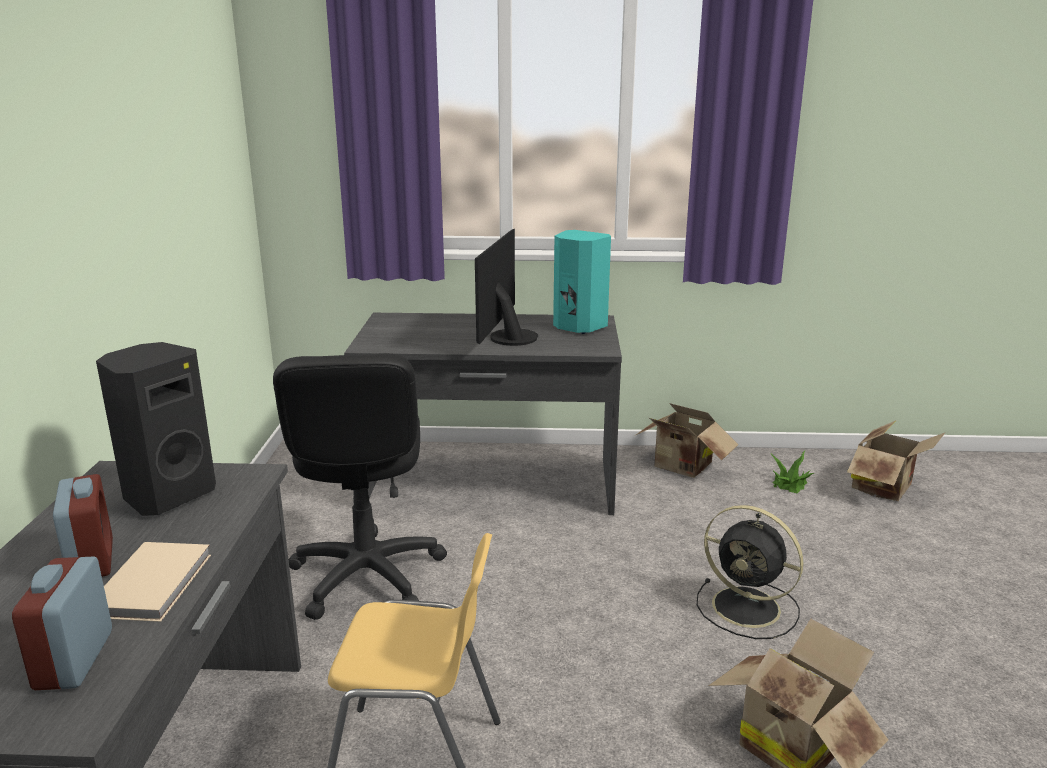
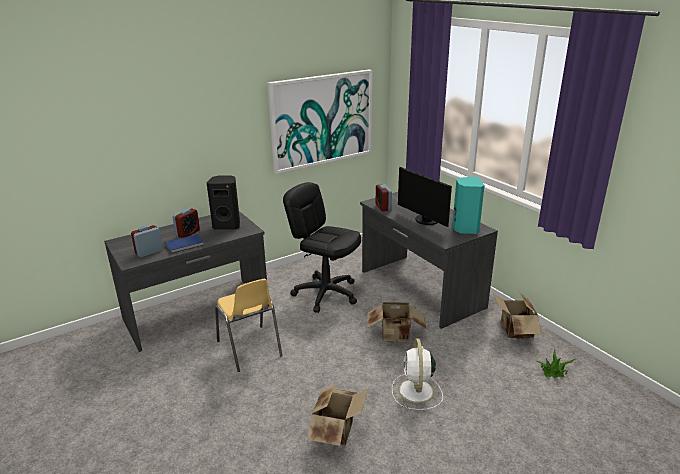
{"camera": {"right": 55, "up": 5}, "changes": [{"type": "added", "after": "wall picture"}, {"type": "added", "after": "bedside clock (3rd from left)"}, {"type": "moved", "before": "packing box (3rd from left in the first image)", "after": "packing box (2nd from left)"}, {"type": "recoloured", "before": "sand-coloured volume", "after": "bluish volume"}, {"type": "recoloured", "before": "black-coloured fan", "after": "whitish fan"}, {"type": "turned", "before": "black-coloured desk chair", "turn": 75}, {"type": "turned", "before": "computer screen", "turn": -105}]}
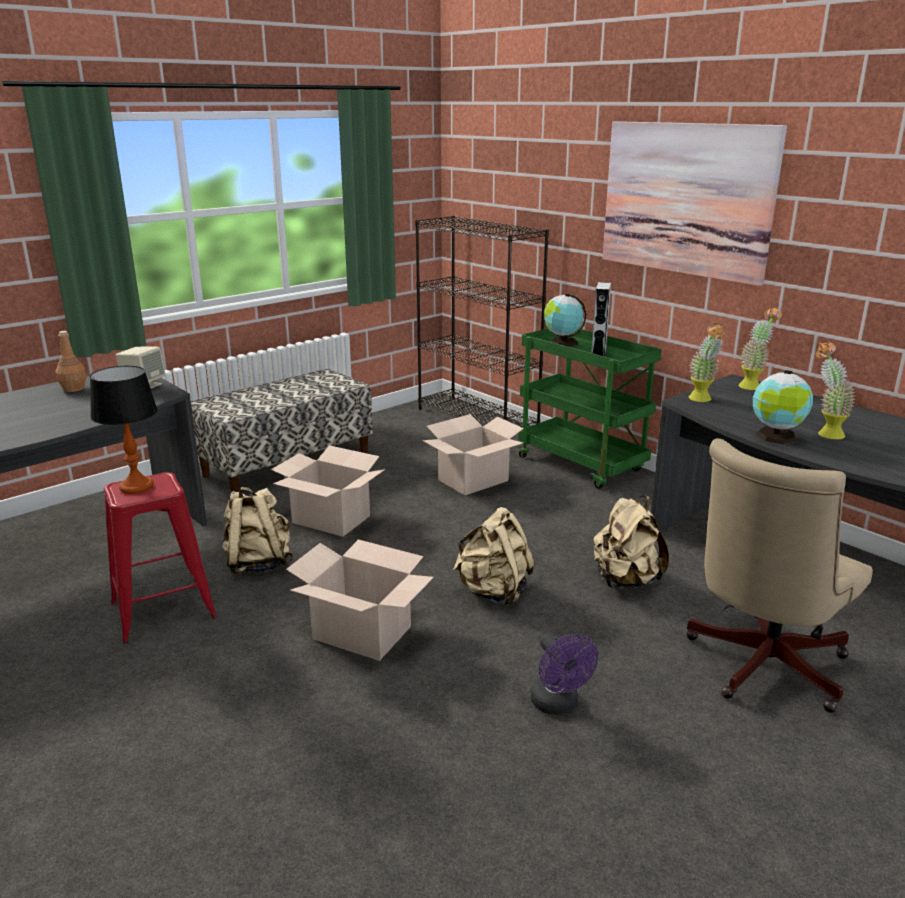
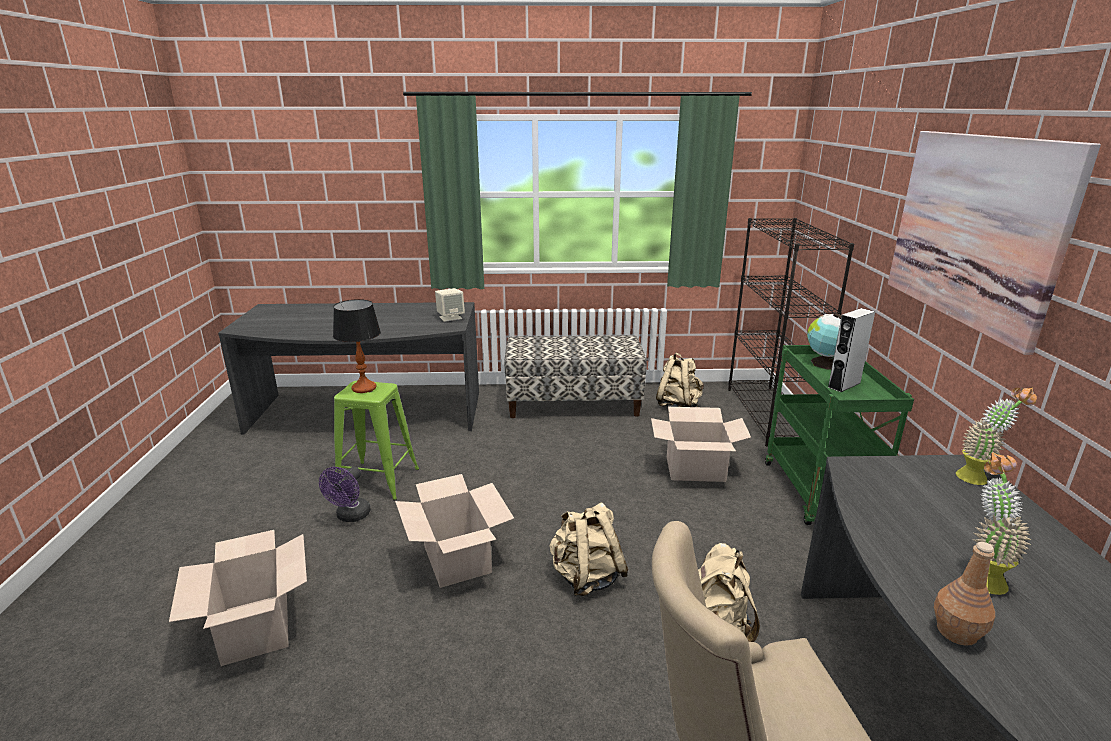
{"camera": {"right": 40, "up": 0}, "changes": [{"type": "removed", "before": "plant in a pot (1st from left)"}, {"type": "removed", "before": "desk globe (2nd from left)"}, {"type": "moved", "before": "brown bottle"}, {"type": "moved", "before": "sand-coloured backpack (1st from left in the first image)", "after": "sand-coloured backpack (2nd from left)"}, {"type": "moved", "before": "packing box (1st from left)"}, {"type": "moved", "before": "purple-coloured fan"}, {"type": "recoloured", "before": "red-coloured sitting stool", "after": "green-coloured sitting stool"}]}
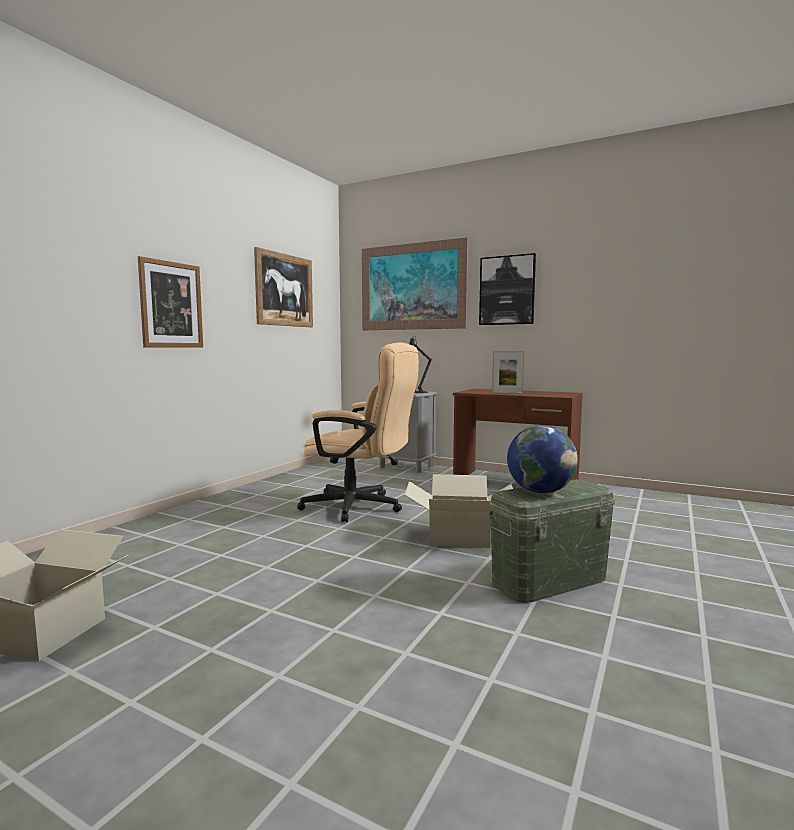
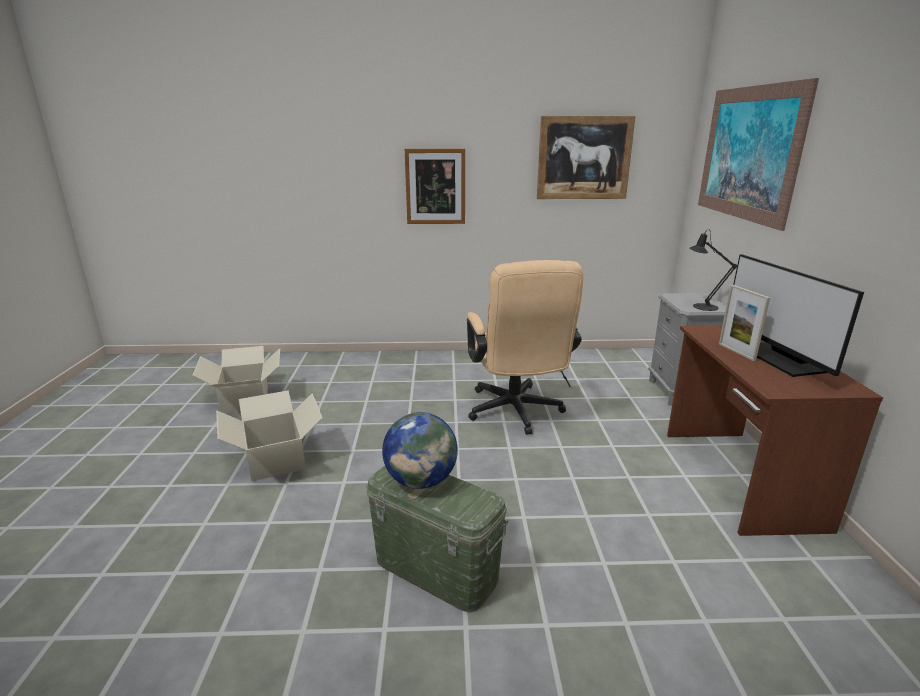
{"camera": {"right": 60, "up": 15}, "changes": [{"type": "removed", "before": "wall picture (4th from left)"}, {"type": "added", "after": "computer screen"}, {"type": "moved", "before": "packing box (2nd from left)"}]}
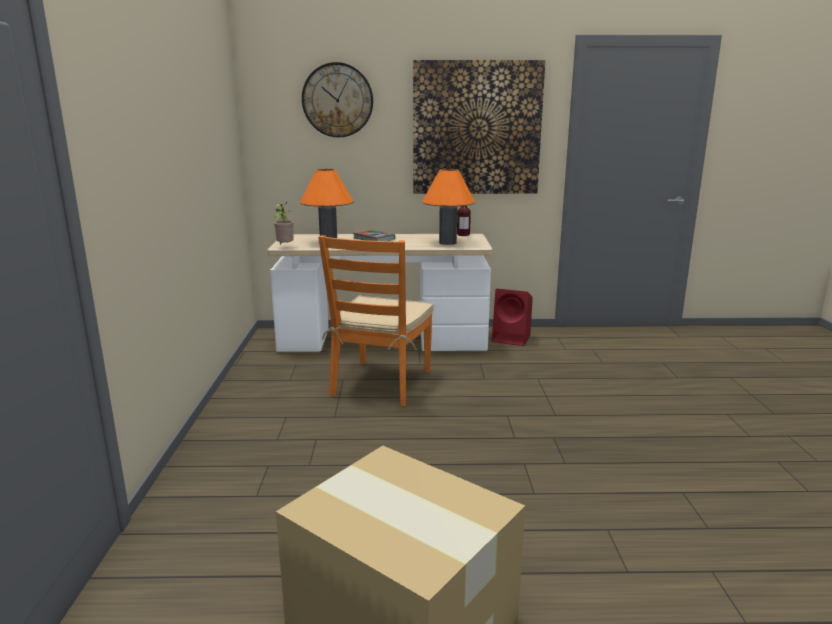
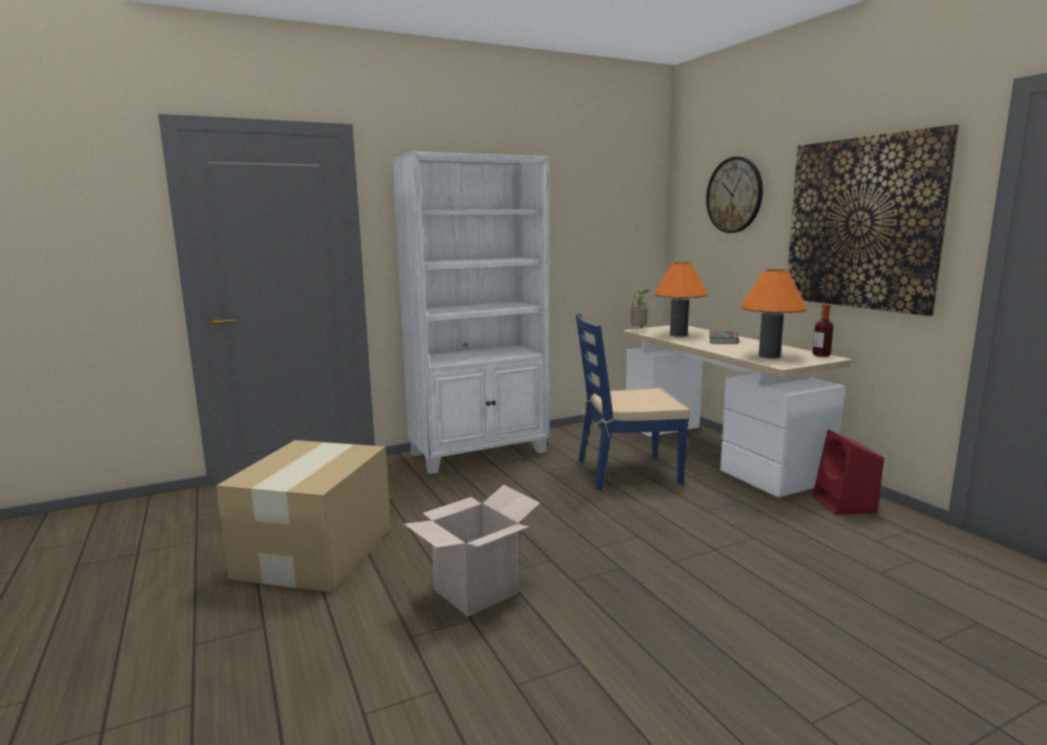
{"camera": {"right": 65, "up": -5}, "changes": [{"type": "added", "after": "whitish bookcase"}, {"type": "added", "after": "packing box (2nd from left)"}, {"type": "recoloured", "before": "orange-coloured plain chair", "after": "bluish plain chair"}]}
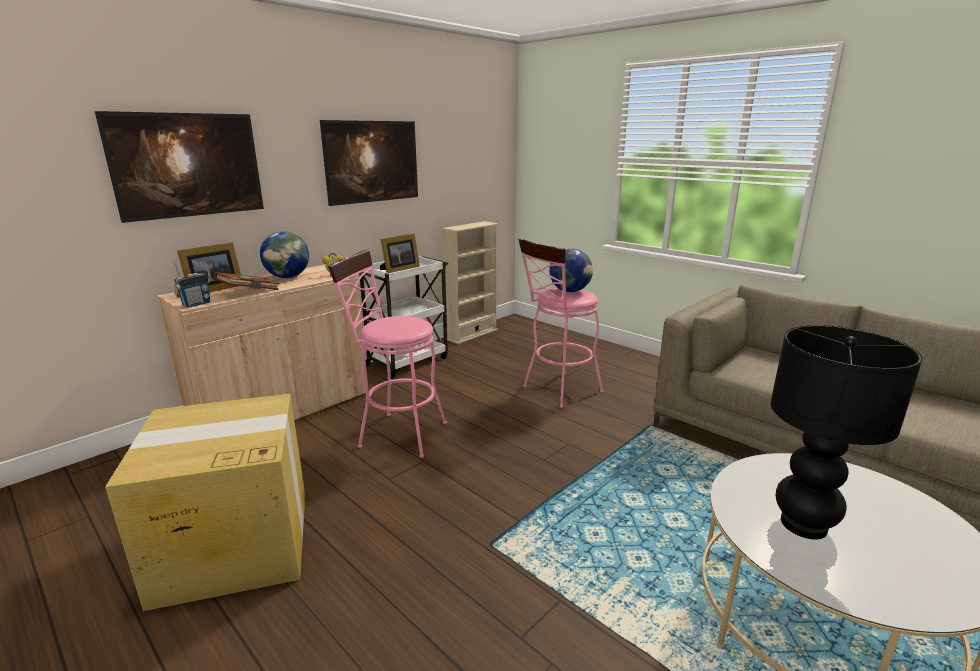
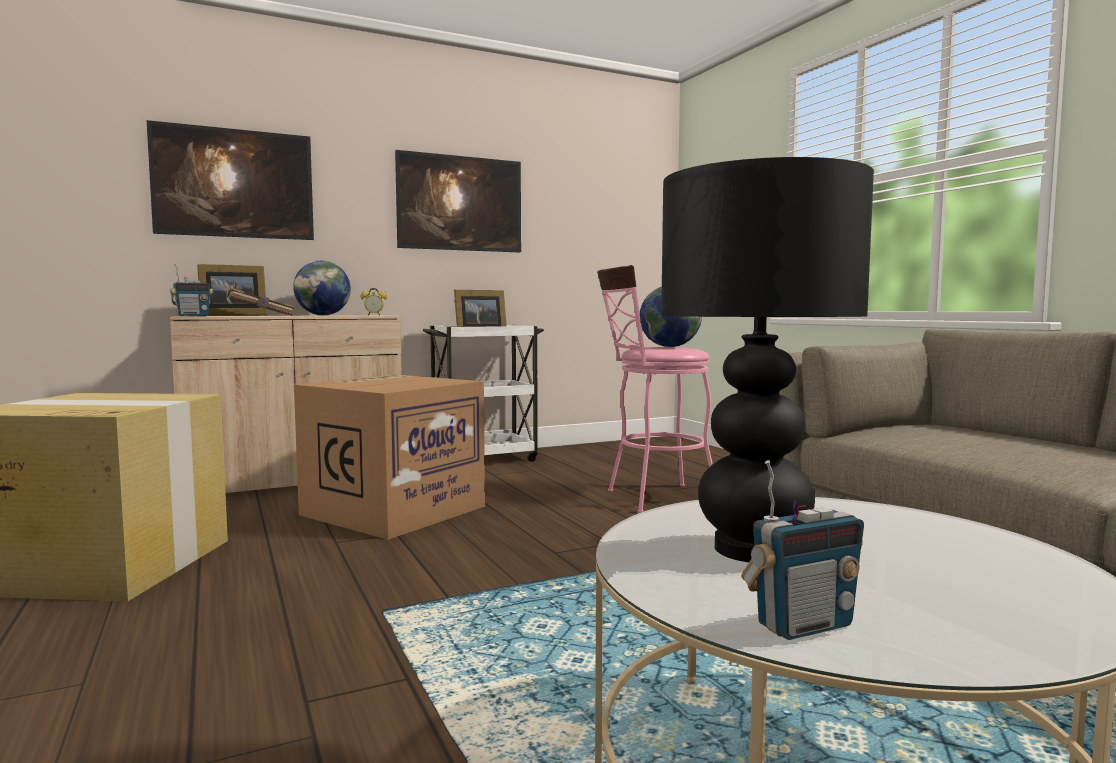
{"camera": {"right": 20, "up": -15}, "changes": [{"type": "removed", "before": "sand-coloured bookcase"}, {"type": "added", "after": "radio (2nd from left)"}, {"type": "replaced", "before": "pink-coloured sitting stool (1st from left)", "after": "packing box (2nd from left)"}]}
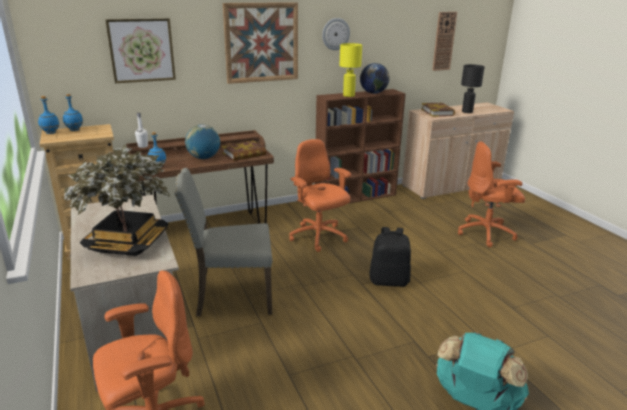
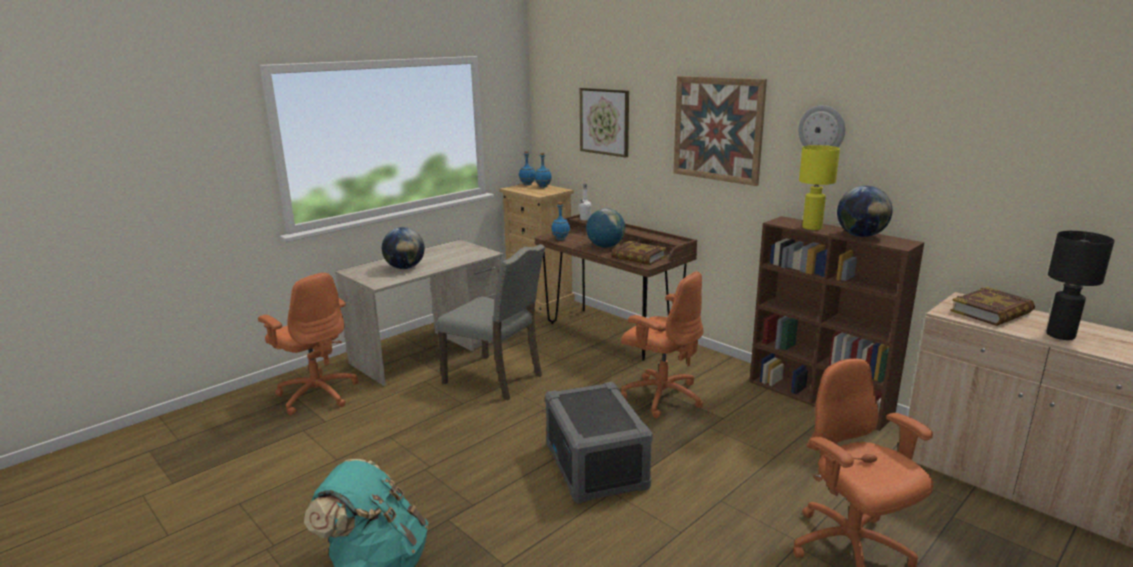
{"camera": {"right": 70, "up": -5}, "changes": [{"type": "removed", "before": "wall clock (2nd from left)"}, {"type": "replaced", "before": "plant in a pot", "after": "desk globe (1st from left)"}, {"type": "replaced", "before": "black-coloured backpack", "after": "gray storage box"}, {"type": "turned", "before": "gray plain chair", "turn": 150}, {"type": "turned", "before": "orange-coloured desk chair (2nd from left)", "turn": 90}]}
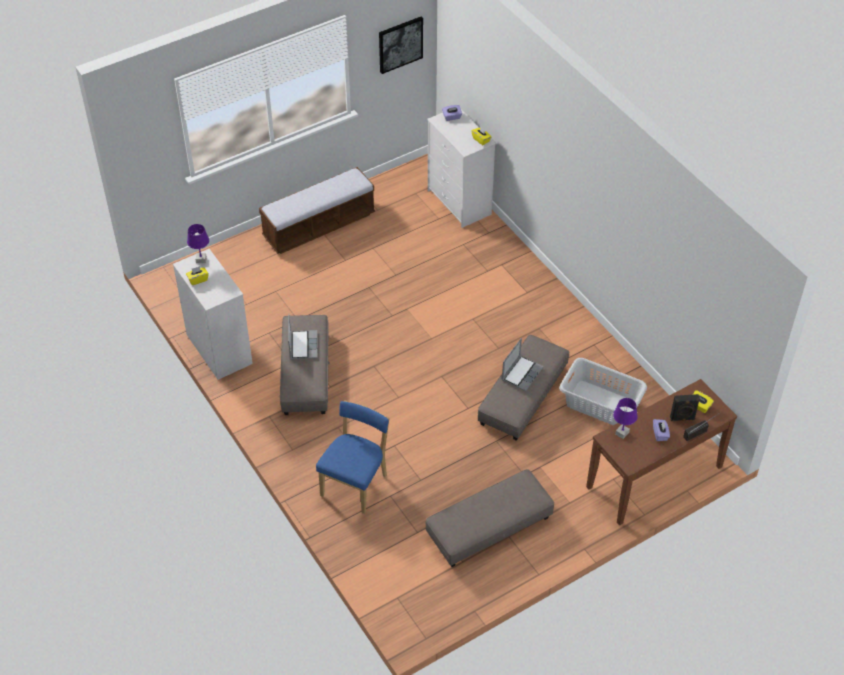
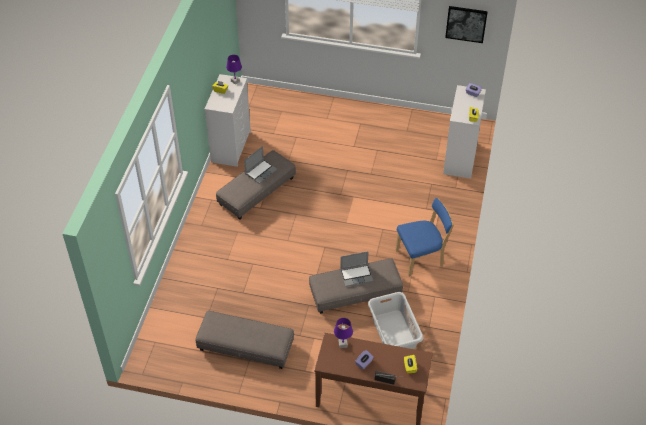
{"camera": {"right": 45, "up": 0}, "changes": [{"type": "removed", "before": "indoor bench"}, {"type": "removed", "before": "black-coloured audio speaker"}, {"type": "moved", "before": "bluish plain chair"}]}
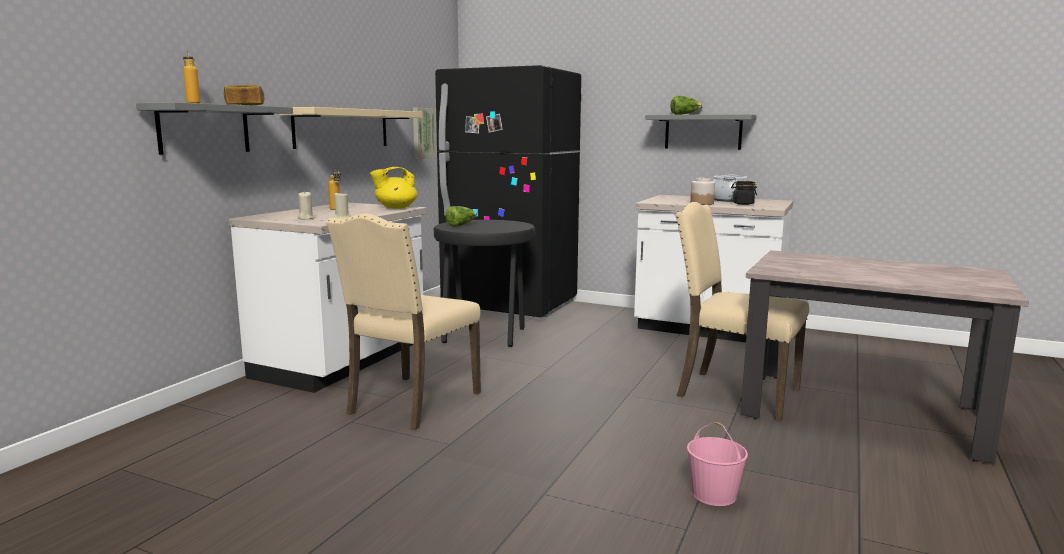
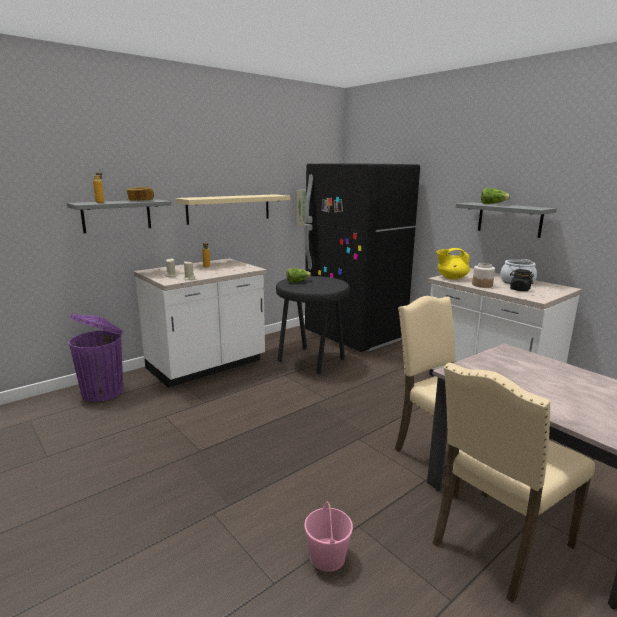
{"camera": {"right": 25, "up": 5}, "changes": [{"type": "added", "after": "purple-coloured trash can"}, {"type": "moved", "before": "sand-coloured plain chair (1st from left in the first image)", "after": "sand-coloured plain chair (2nd from left)"}, {"type": "moved", "before": "yellow tea pot"}]}
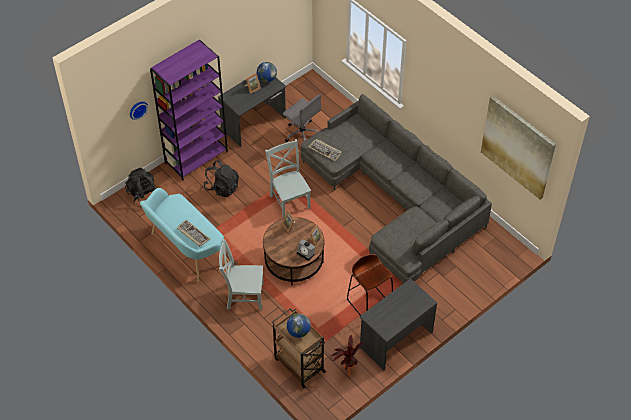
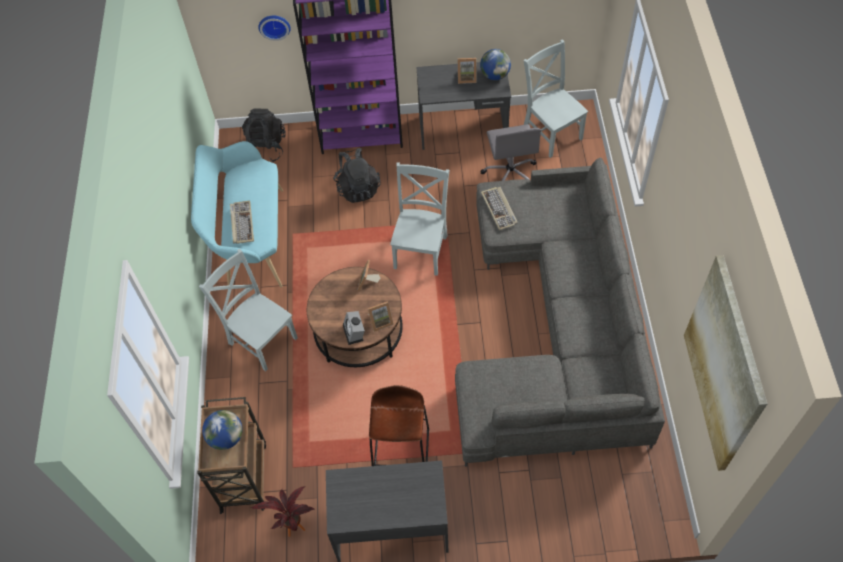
{"camera": {"right": 40, "up": 5}, "changes": [{"type": "added", "after": "gray plain chair (3rd from left)"}]}
